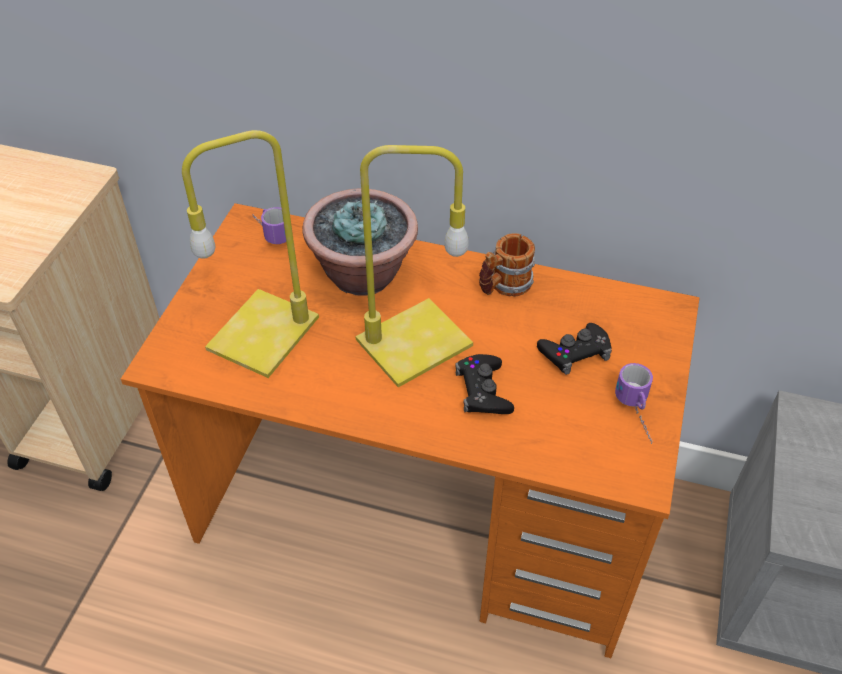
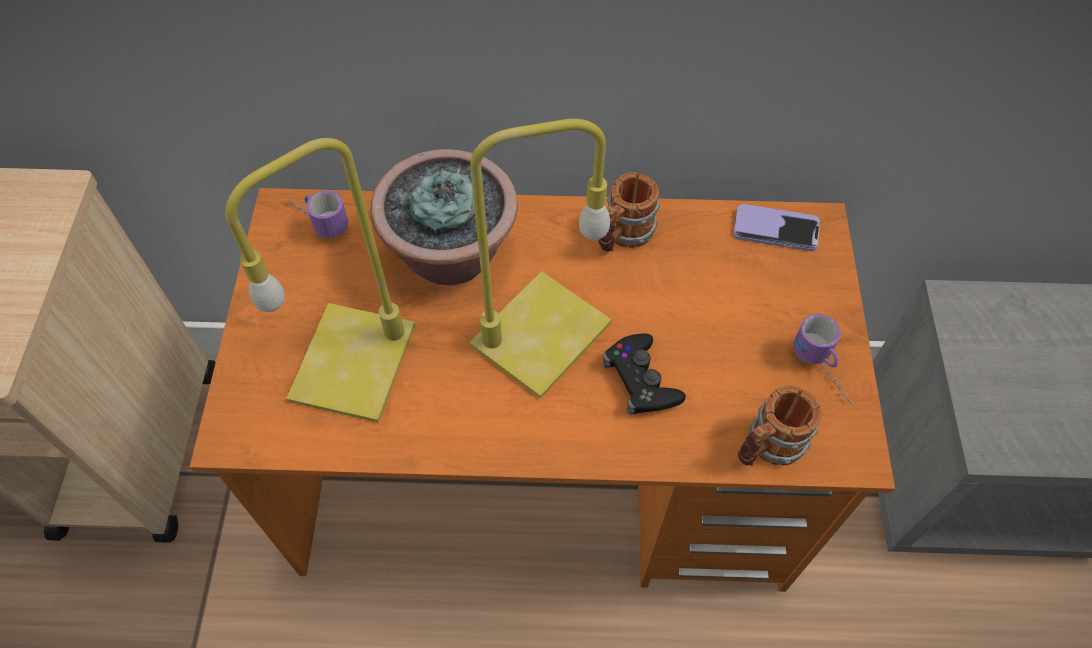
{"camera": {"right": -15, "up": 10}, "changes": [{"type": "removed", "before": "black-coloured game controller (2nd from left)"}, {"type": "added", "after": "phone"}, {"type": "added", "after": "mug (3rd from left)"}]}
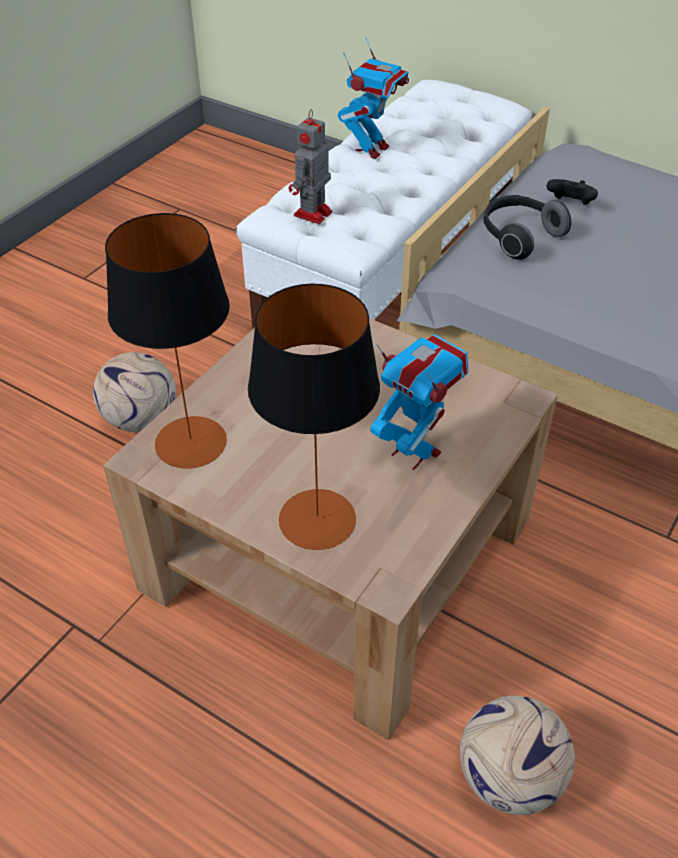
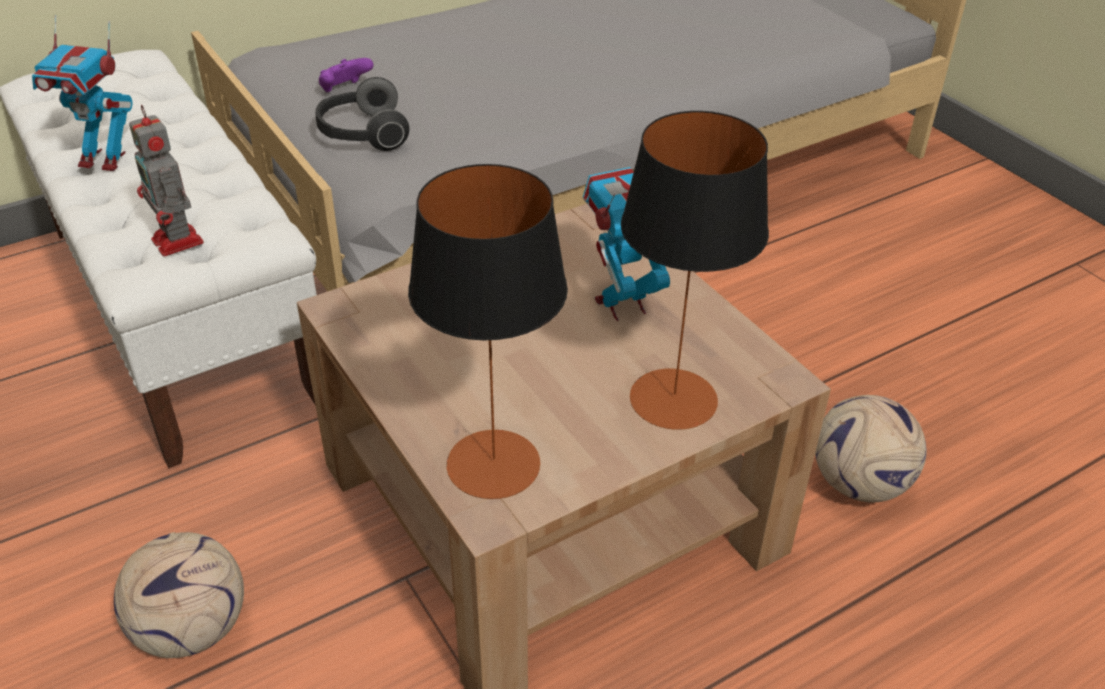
{"camera": {"right": -65, "up": -5}, "changes": [{"type": "recoloured", "before": "black-coloured game controller", "after": "purple-coloured game controller"}, {"type": "turned", "before": "toy robot (2nd from left in the first image)", "turn": 135}]}
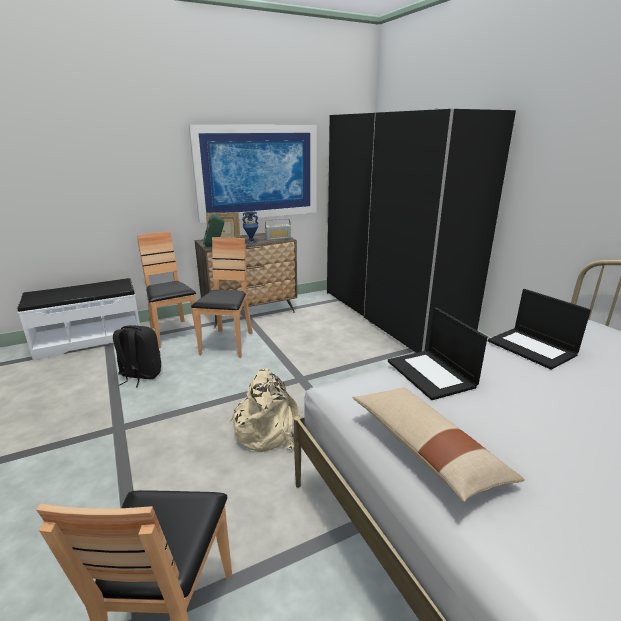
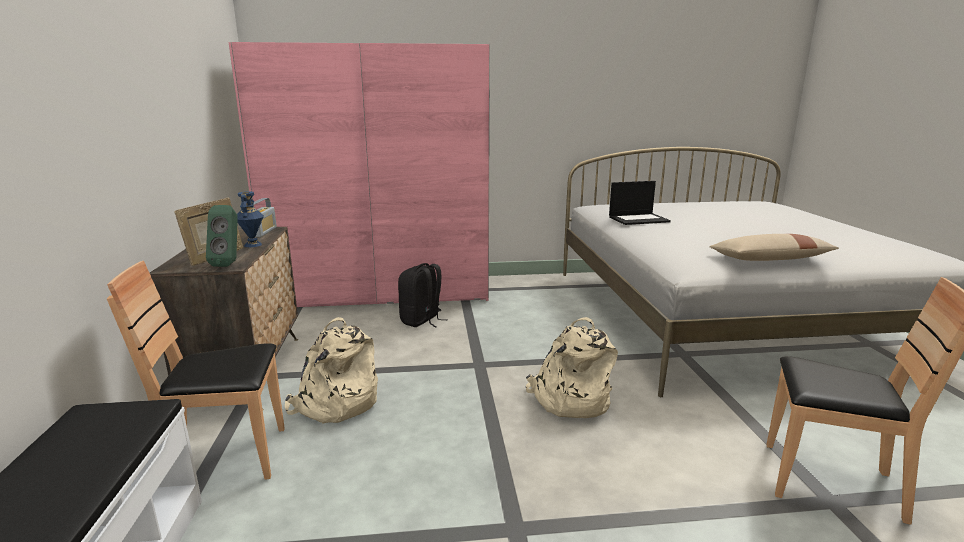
{"camera": {"right": -70, "up": -5}, "changes": [{"type": "removed", "before": "wall picture"}, {"type": "removed", "before": "portable computer (1st from left)"}, {"type": "moved", "before": "black-coloured backpack"}, {"type": "replaced", "before": "brown plain chair (3rd from left)", "after": "sand-coloured backpack (1st from left)"}, {"type": "recoloured", "before": "black-coloured armoire", "after": "pink-coloured armoire"}]}
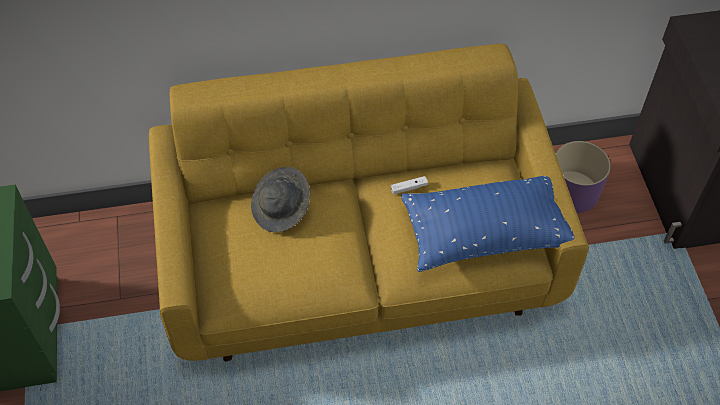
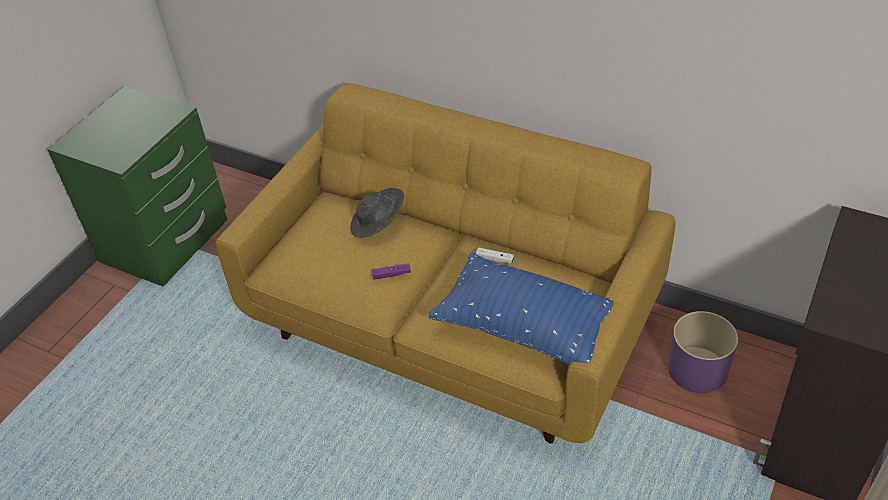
{"camera": {"right": 40, "up": -10}, "changes": [{"type": "added", "after": "purple-coloured game controller"}]}
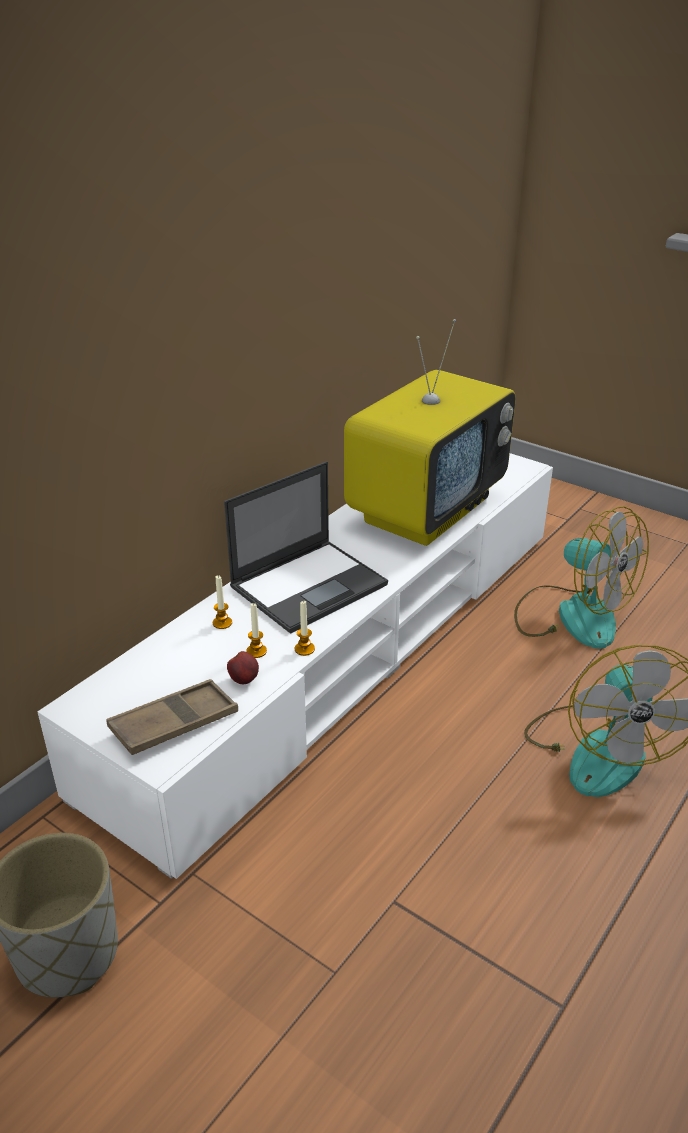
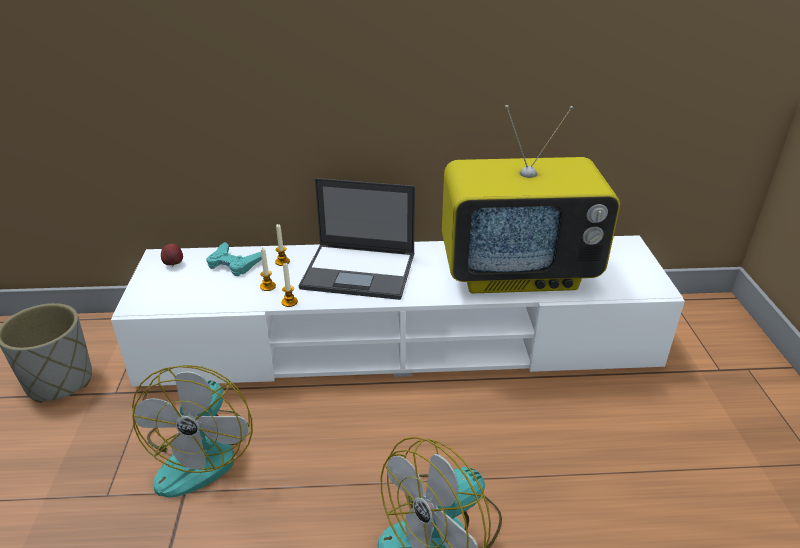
{"camera": {"right": 50, "up": 0}, "changes": [{"type": "removed", "before": "brown carrying tray"}, {"type": "added", "after": "turquoise game controller"}, {"type": "moved", "before": "apple fruit"}, {"type": "moved", "before": "fan (1st from left)"}]}
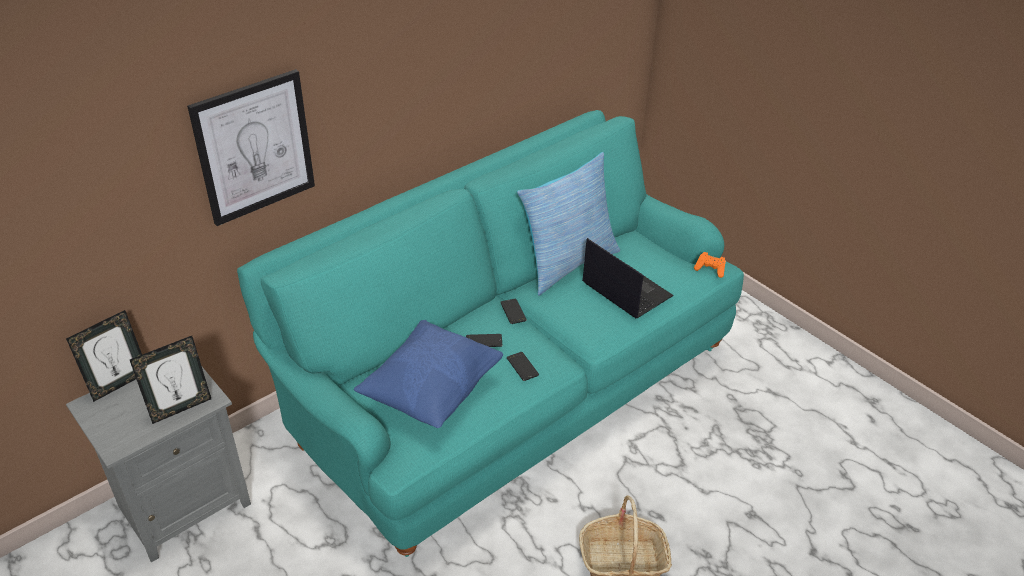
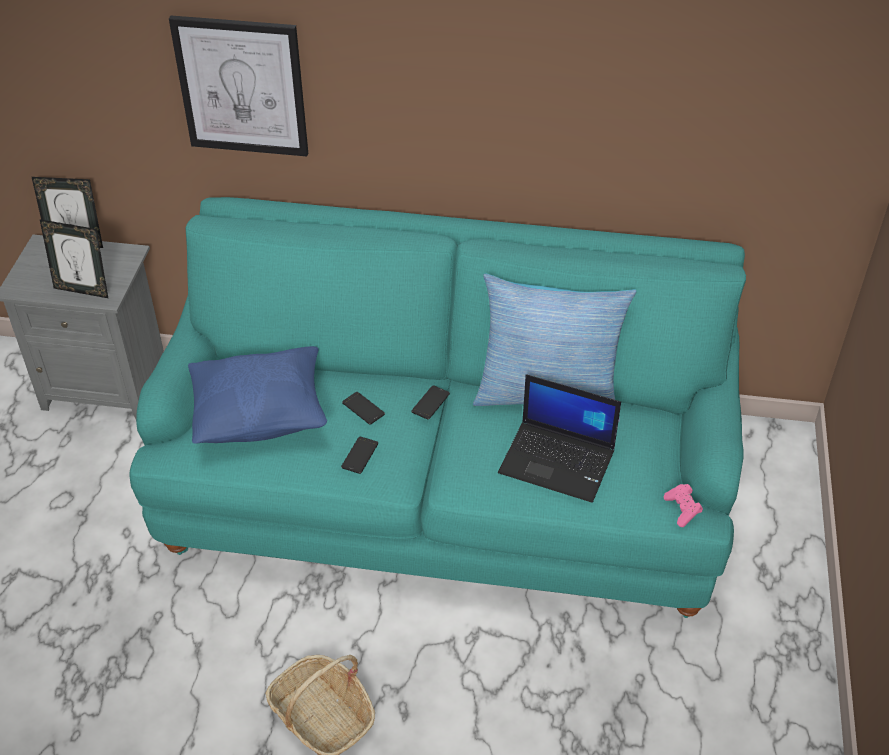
{"camera": {"right": 50, "up": 5}, "changes": [{"type": "recoloured", "before": "orange-coloured game controller", "after": "pink-coloured game controller"}, {"type": "turned", "before": "portable computer", "turn": 105}]}
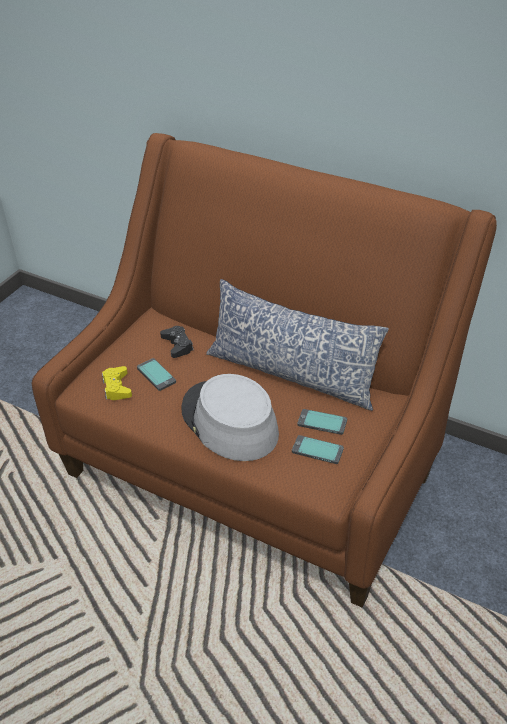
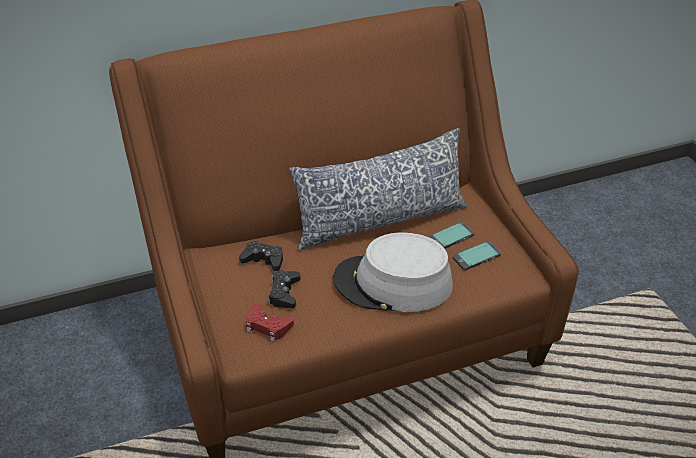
{"camera": {"right": -50, "up": 0}, "changes": [{"type": "replaced", "before": "phone (1st from left)", "after": "black-coloured game controller (2nd from left)"}, {"type": "recoloured", "before": "yellow game controller", "after": "red-coloured game controller"}]}
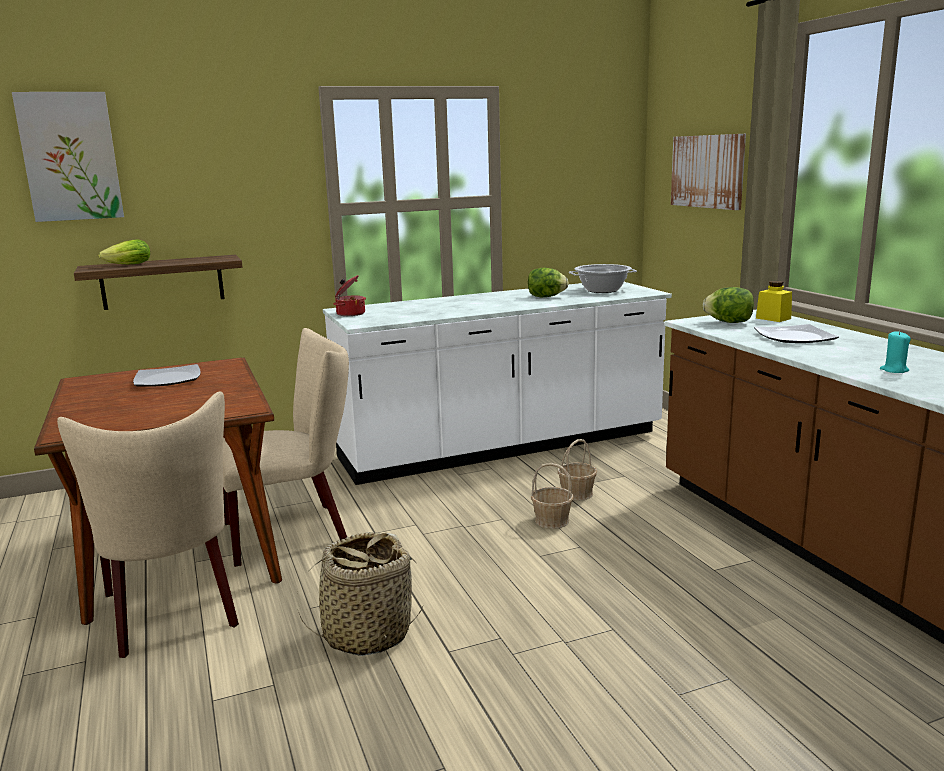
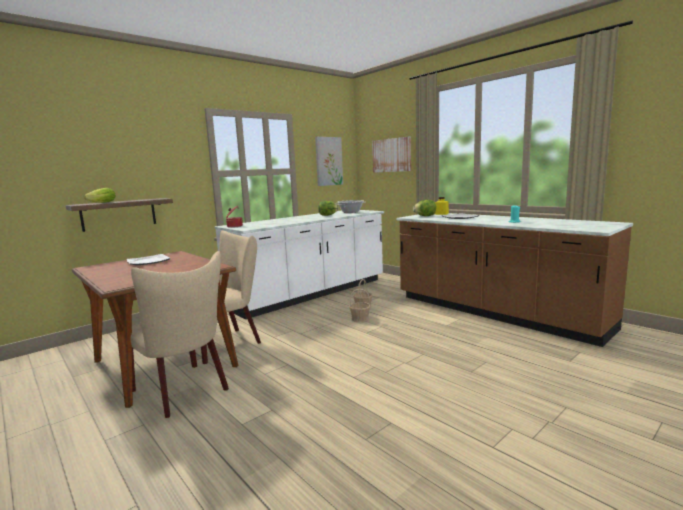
{"camera": {"right": -20, "up": -5}, "changes": [{"type": "removed", "before": "household basket (1st from left)"}, {"type": "moved", "before": "wall picture (1st from left)"}]}
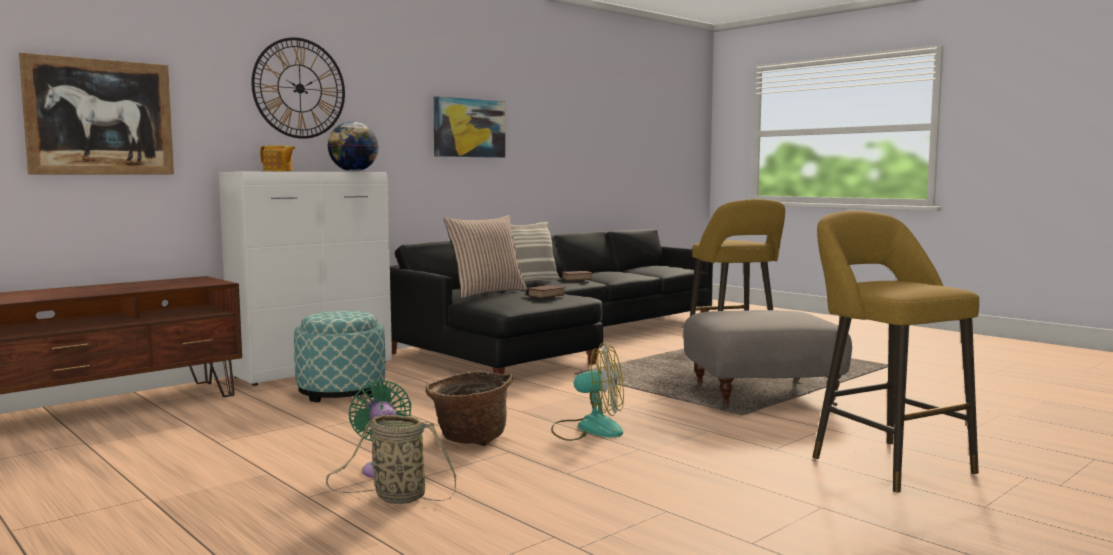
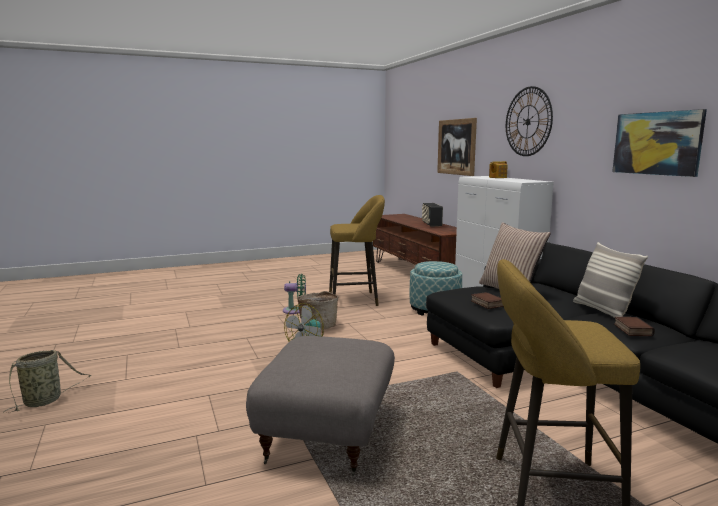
{"camera": {"right": 110, "up": 5}, "changes": [{"type": "removed", "before": "desk globe"}, {"type": "added", "after": "radio"}, {"type": "moved", "before": "household basket (1st from left)"}, {"type": "moved", "before": "yellow sitting stool (2nd from left in the first image)", "after": "yellow sitting stool (1st from left)"}]}
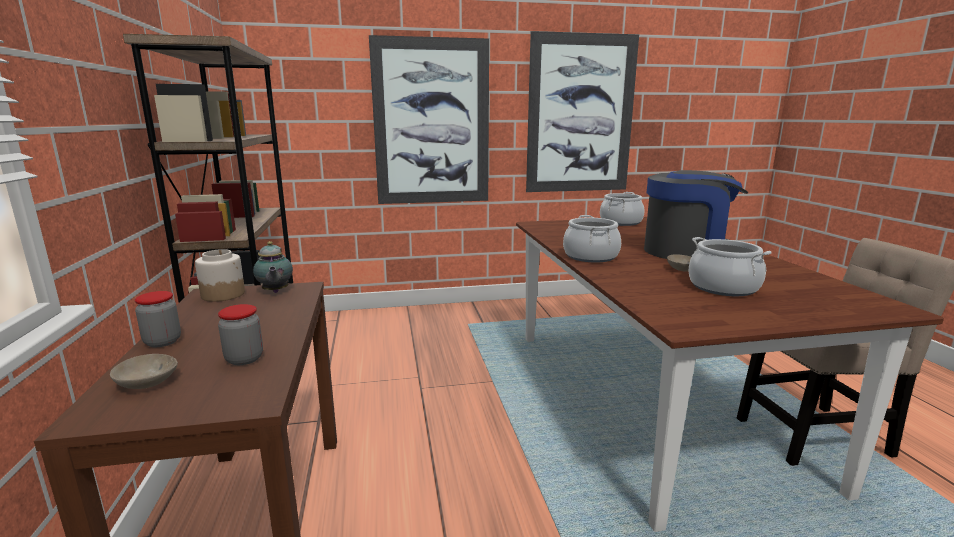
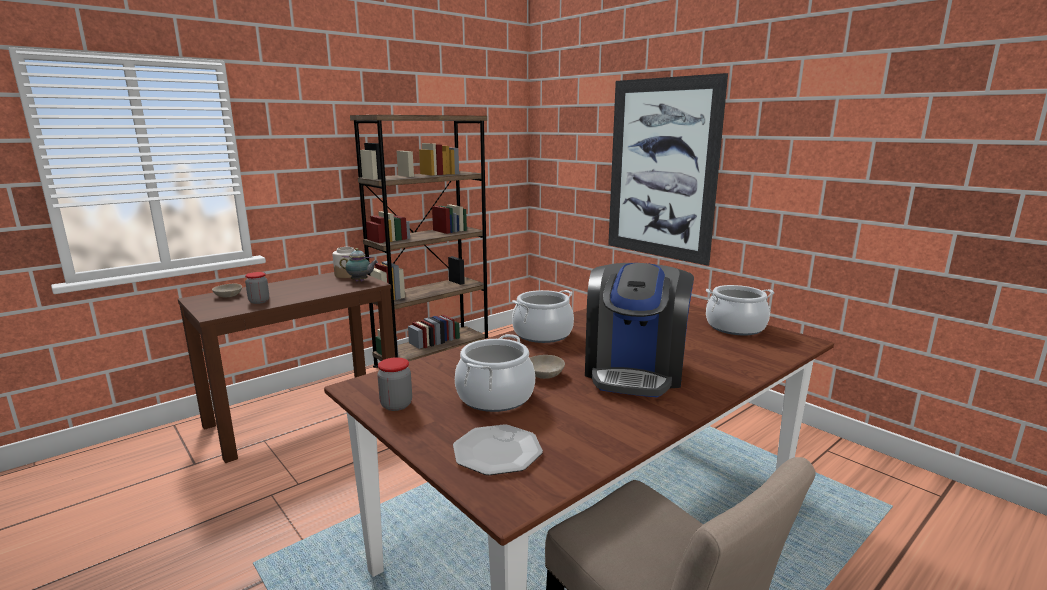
{"camera": {"right": 60, "up": 0}, "changes": [{"type": "removed", "before": "wall picture (2nd from left)"}, {"type": "added", "after": "flat dish"}, {"type": "moved", "before": "jar (1st from left in the first image)", "after": "jar (3rd from left)"}, {"type": "turned", "before": "tea pot", "turn": -120}, {"type": "turned", "before": "coffee machine", "turn": 45}]}
